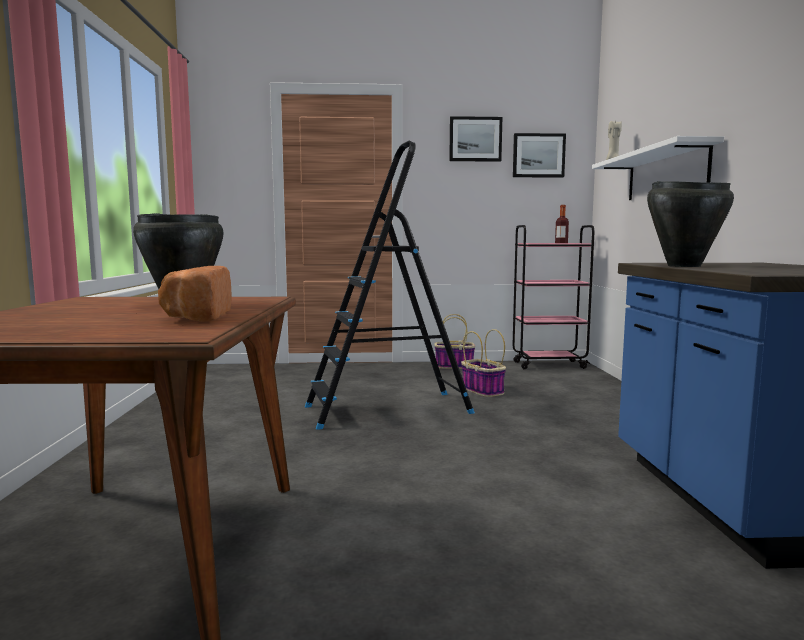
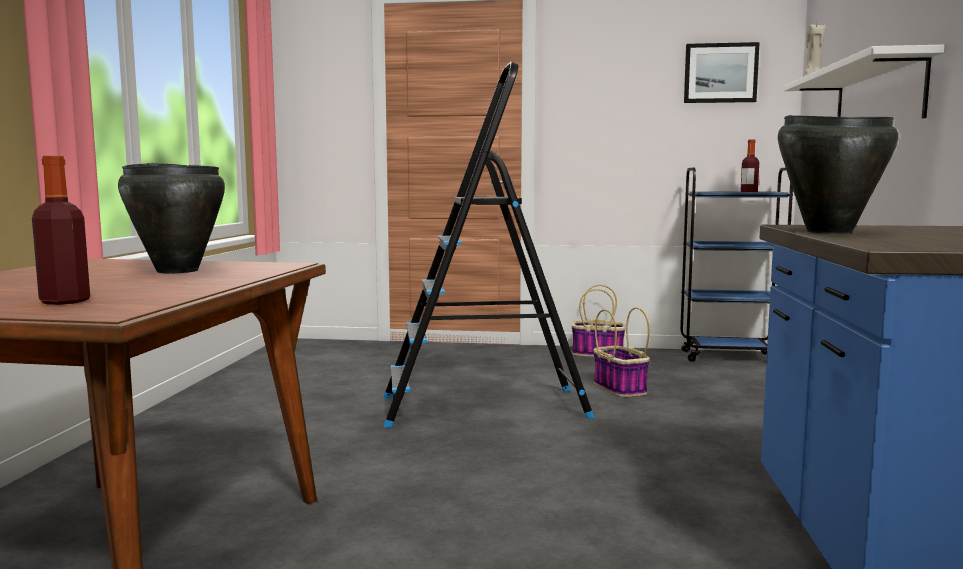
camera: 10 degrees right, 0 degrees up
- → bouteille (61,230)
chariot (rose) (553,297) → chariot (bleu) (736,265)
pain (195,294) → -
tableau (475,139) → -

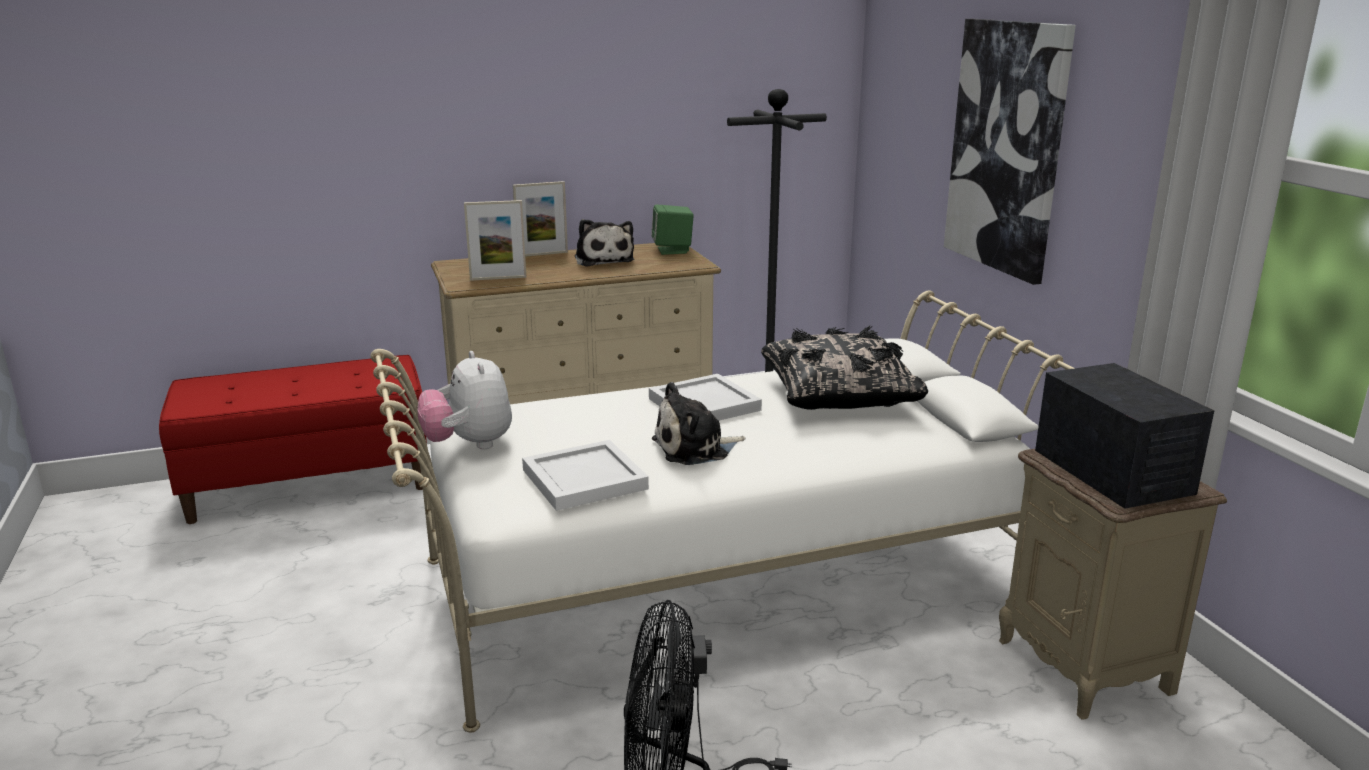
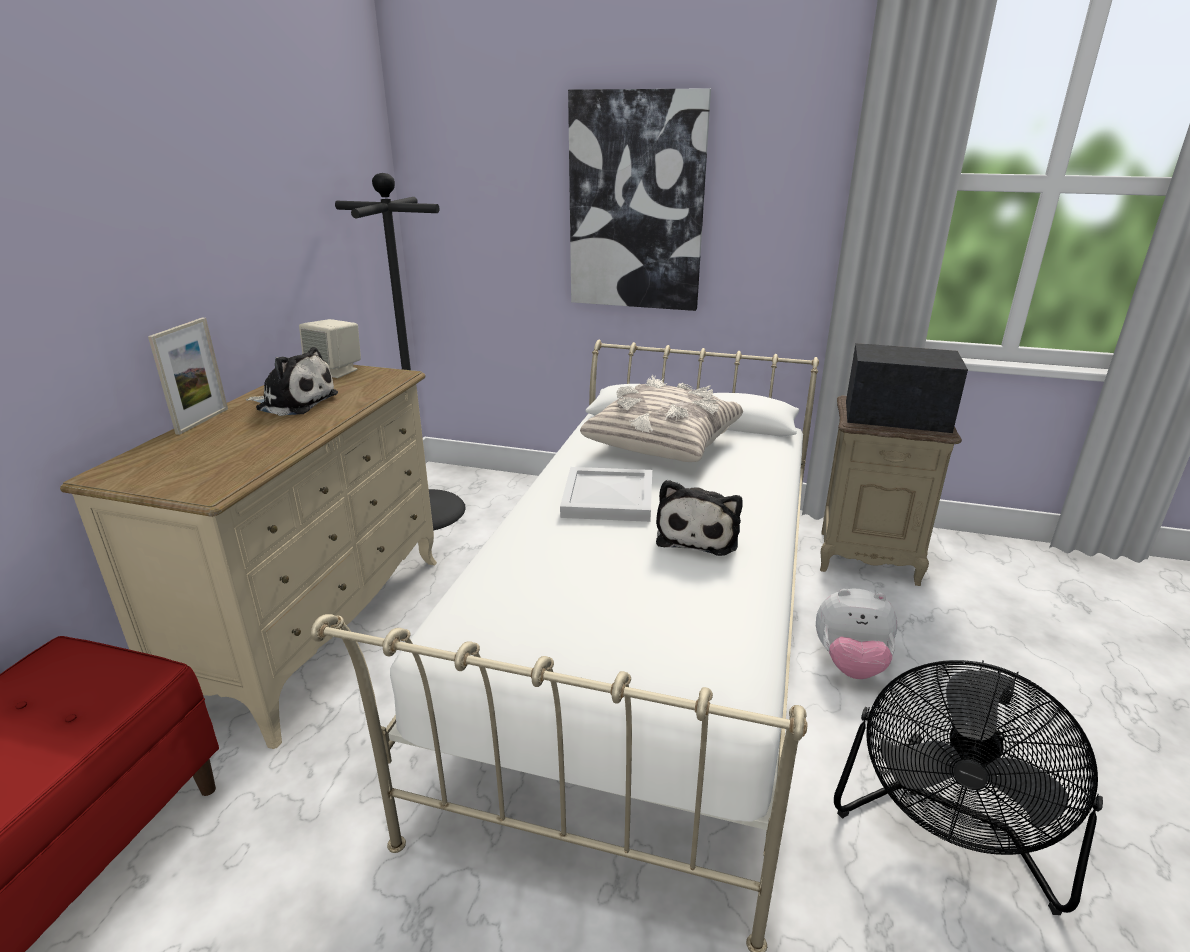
camera: 55 degrees left, 5 degrees up
enceinte (vert) (672,229) → enceinte (beige) (330,348)
coussin (noir) (844,367) → coussin (beige) (661,418)
peluche (465,400) → peluche (856,634), shifted
cadre photo (495,240) → -
plateau (blanc) (585,475) → -

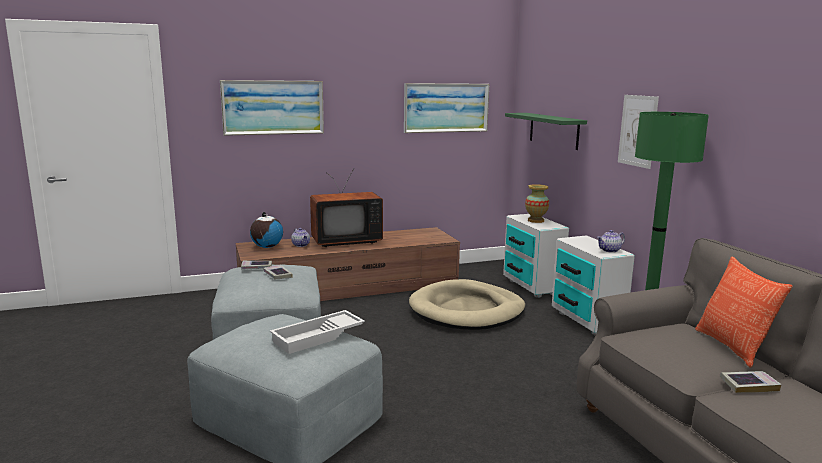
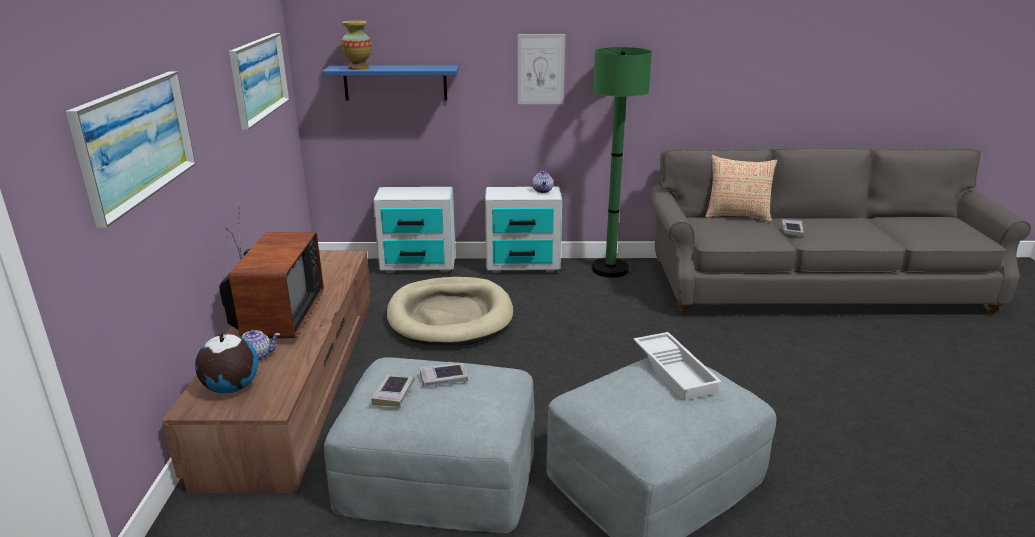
camera: 70 degrees left, 10 degrees up
étagère (vert) (546,131) → étagère (bleu) (390,83)
vase (537,203) → vase (356,45), shifted
coussin (orange) (743,312) → coussin (beige) (741,188)

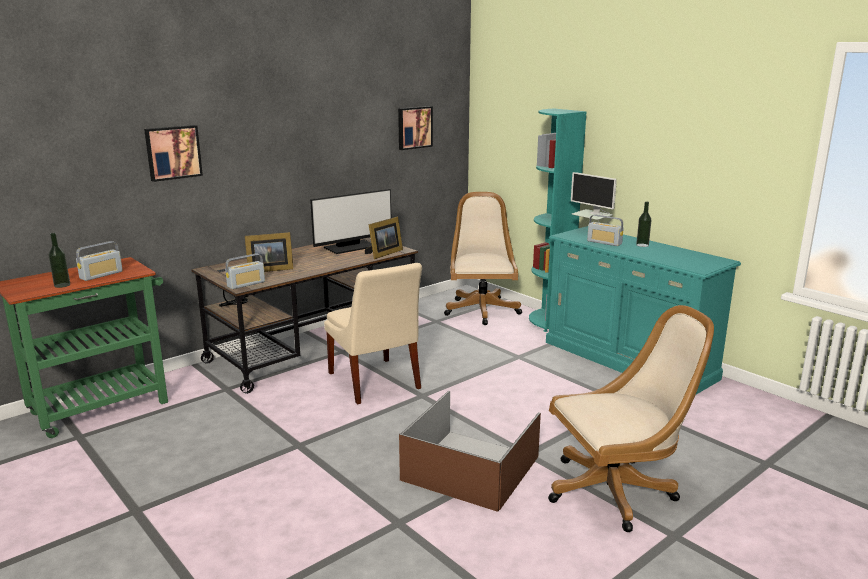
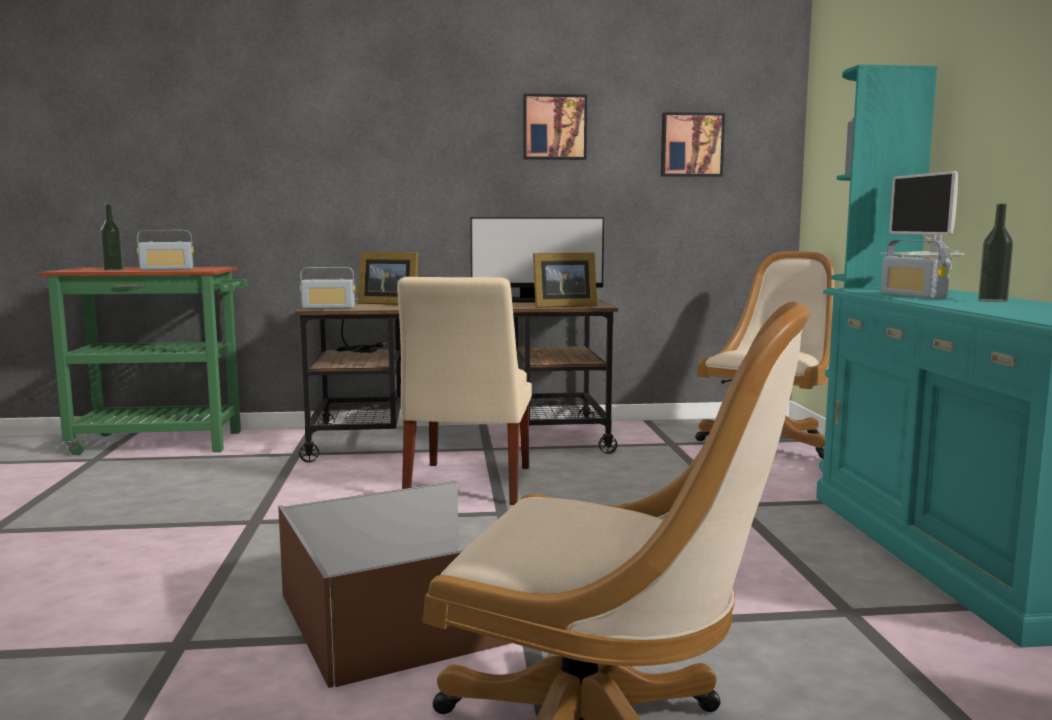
camera: 35 degrees right, 10 degrees down
tableau (173,153) → tableau (555,127), shifted

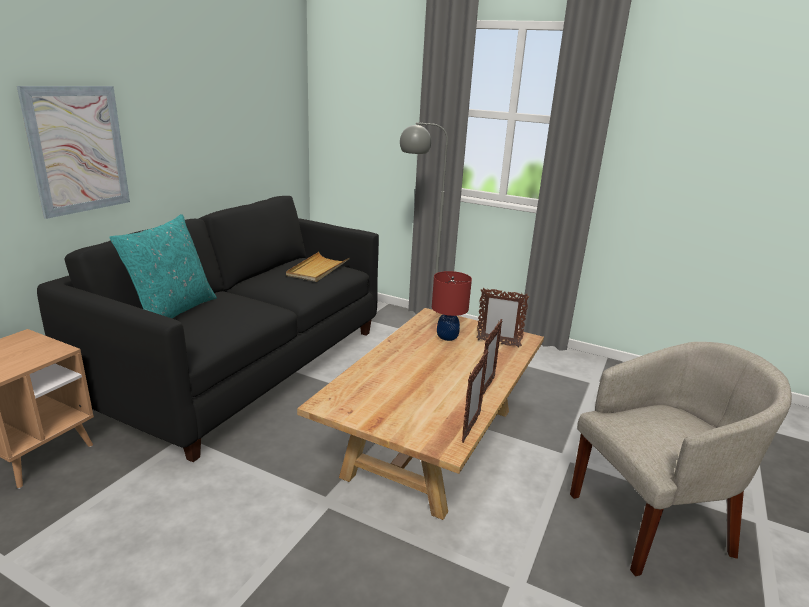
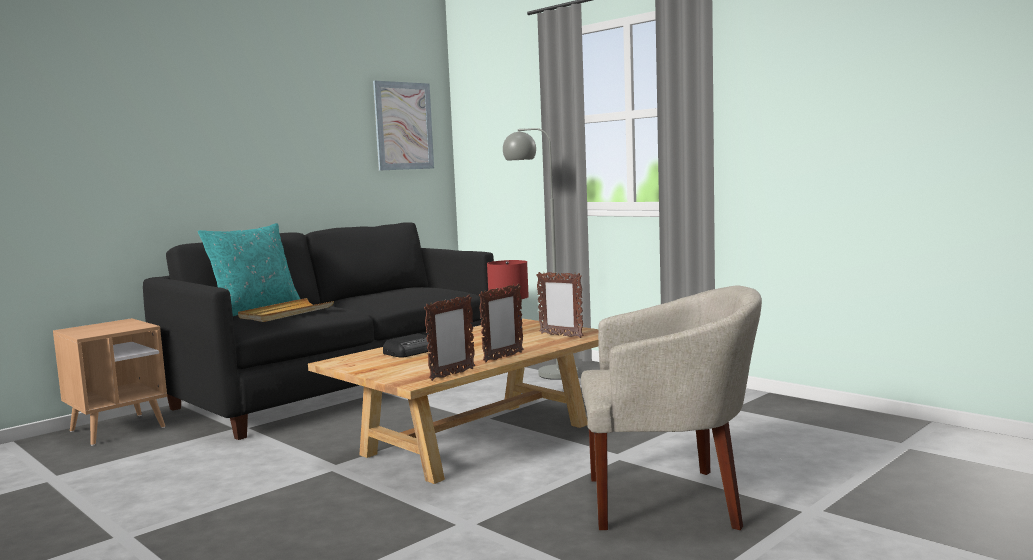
camera: 20 degrees right, 15 degrees down
plateau (beige) (318,267) → plateau (beige) (286,310), shifted
tableau (73,152) → tableau (403,126), shifted
- → radio (407,345)

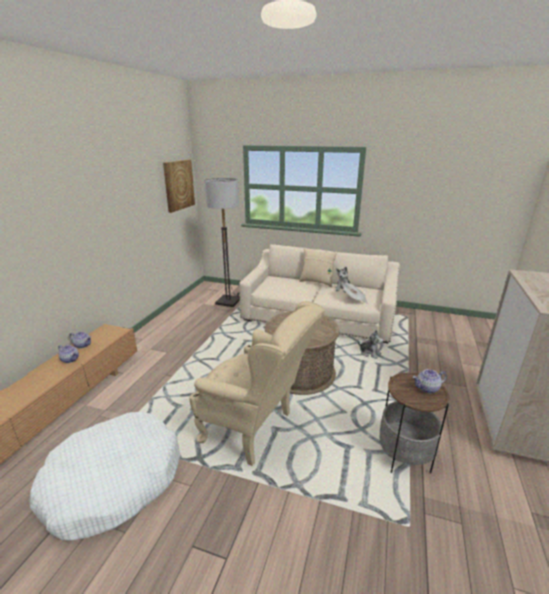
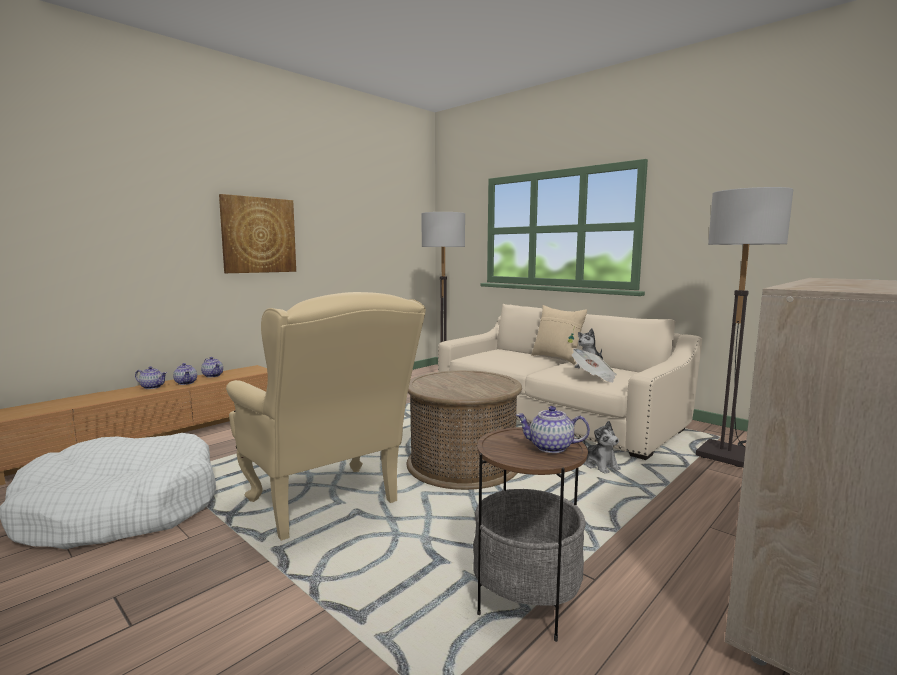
camera: 25 degrees right, 15 degrees down
- → théière (151,377)
tableau (179,186) → tableau (257,233), shifted
- → lampadaire (744,327)

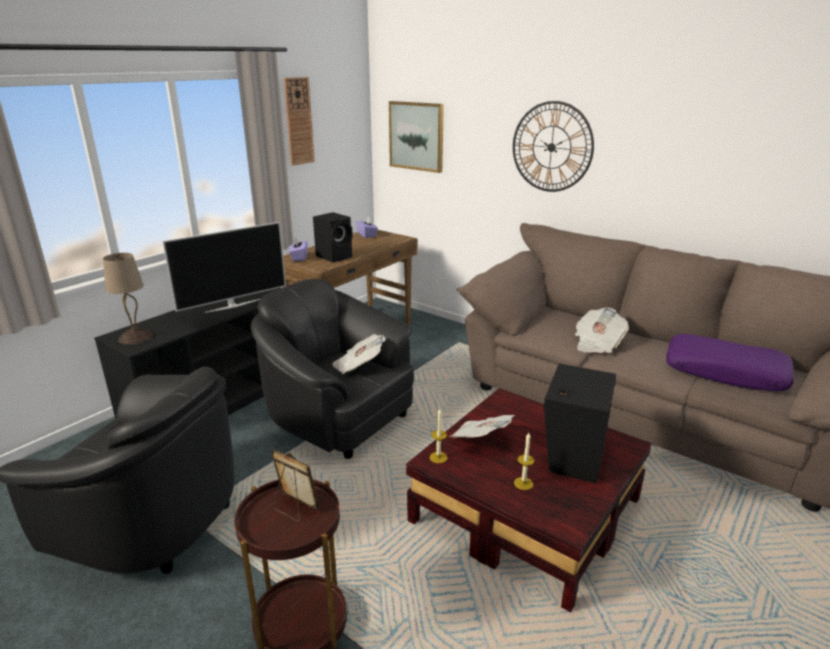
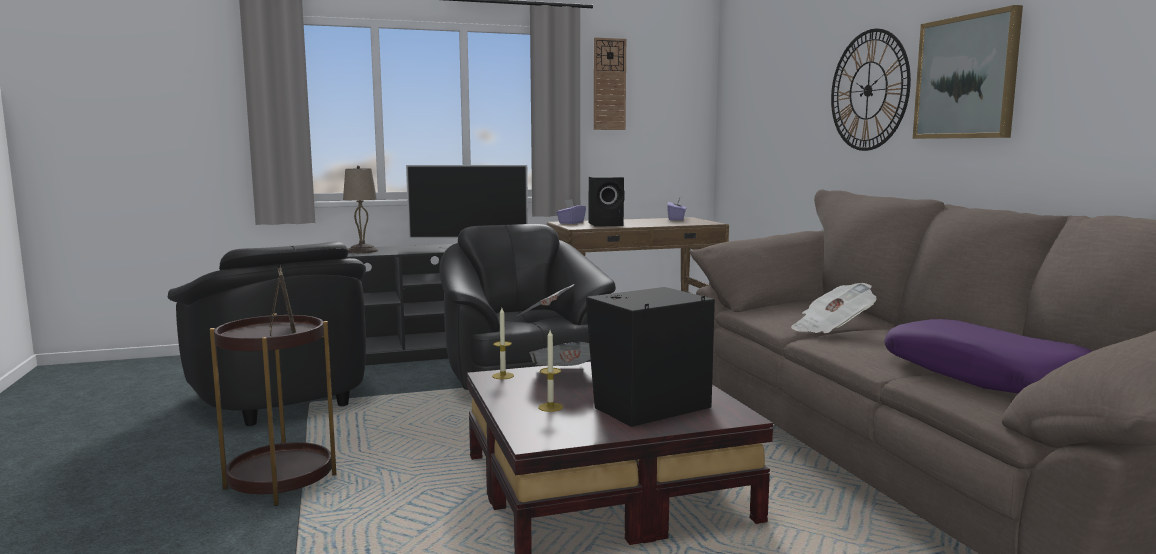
camera: 35 degrees right, 15 degrees down
tableau (416,137) → tableau (968,72), shifted

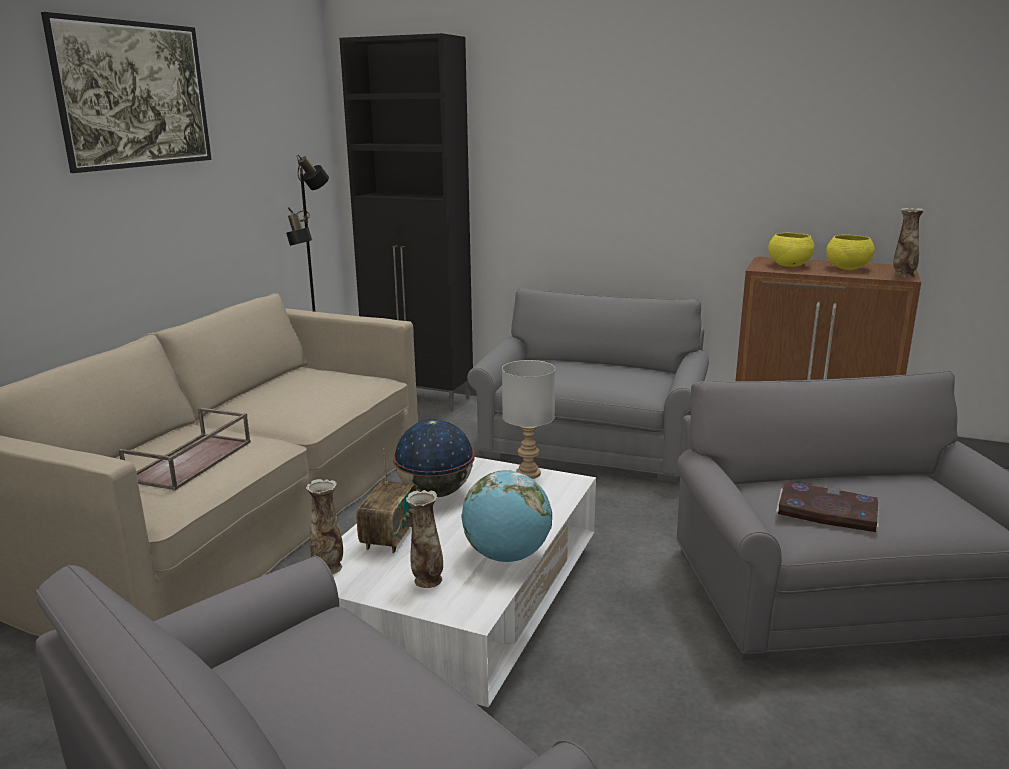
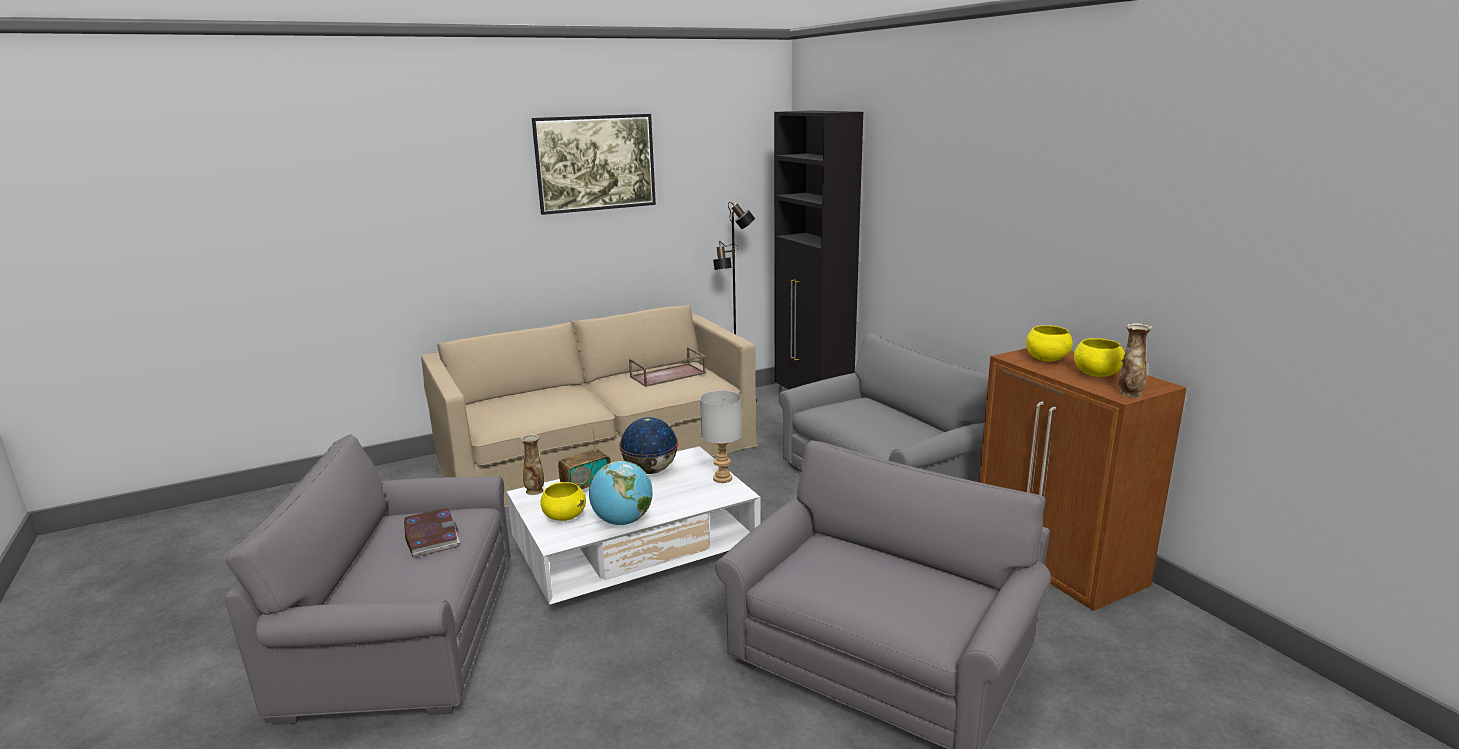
camera: 40 degrees right, 0 degrees up
livre (827,506) → livre (432,533), shifted
vase (424,539) → bol (jaune) (563,501)
plateau (marron) (185,449) → plateau (marron) (667,367), shifted

